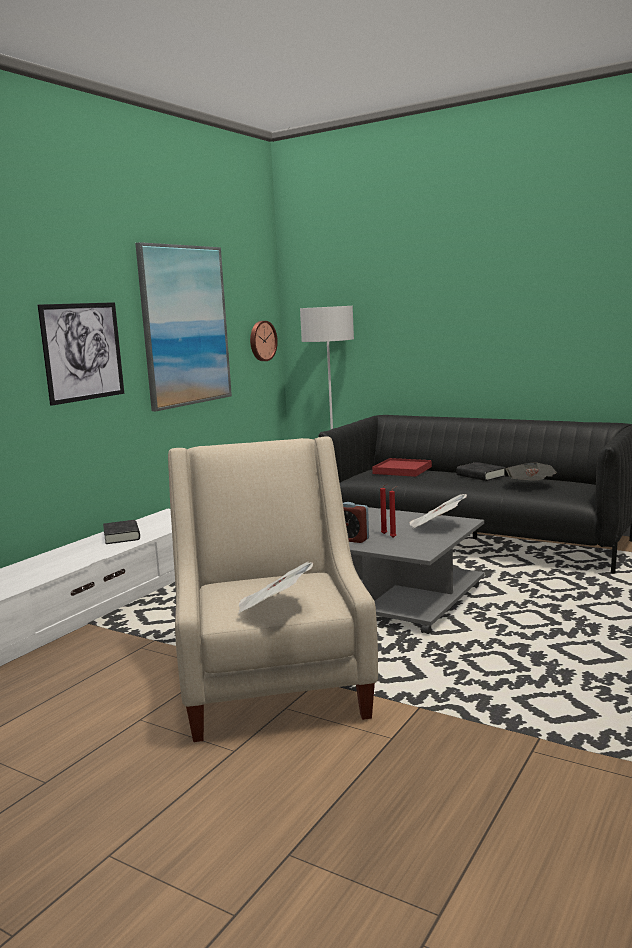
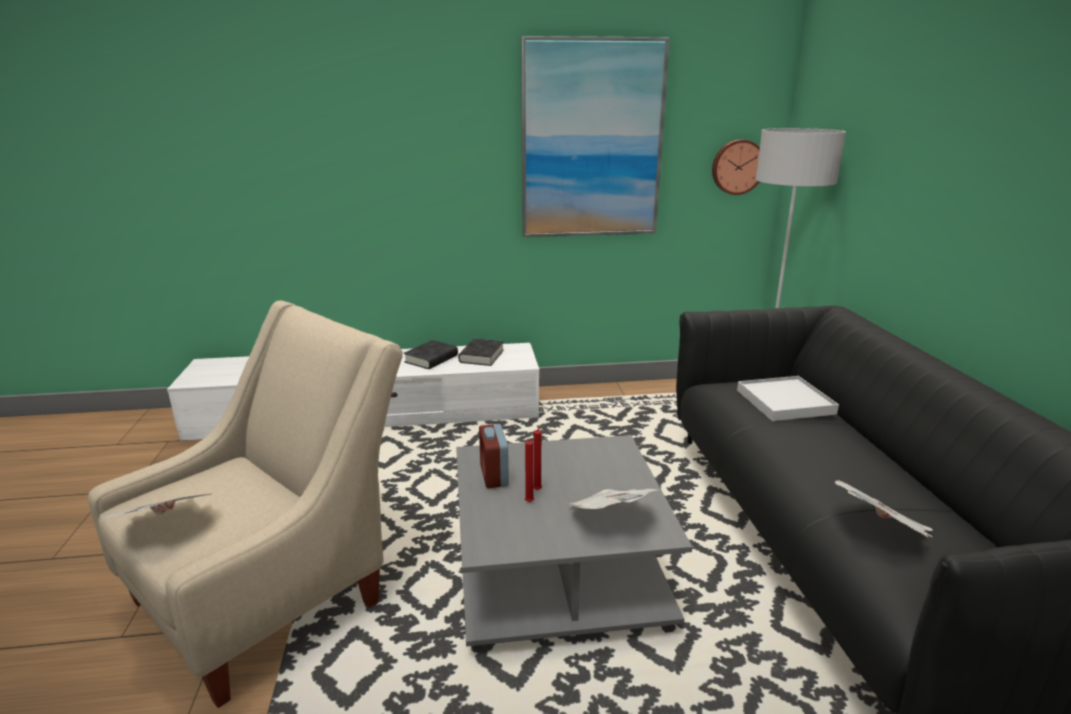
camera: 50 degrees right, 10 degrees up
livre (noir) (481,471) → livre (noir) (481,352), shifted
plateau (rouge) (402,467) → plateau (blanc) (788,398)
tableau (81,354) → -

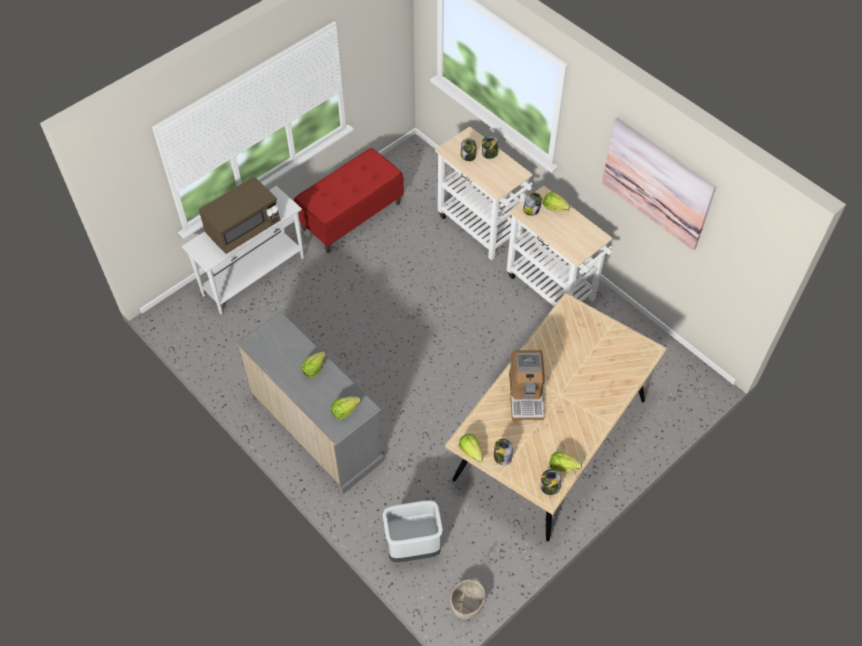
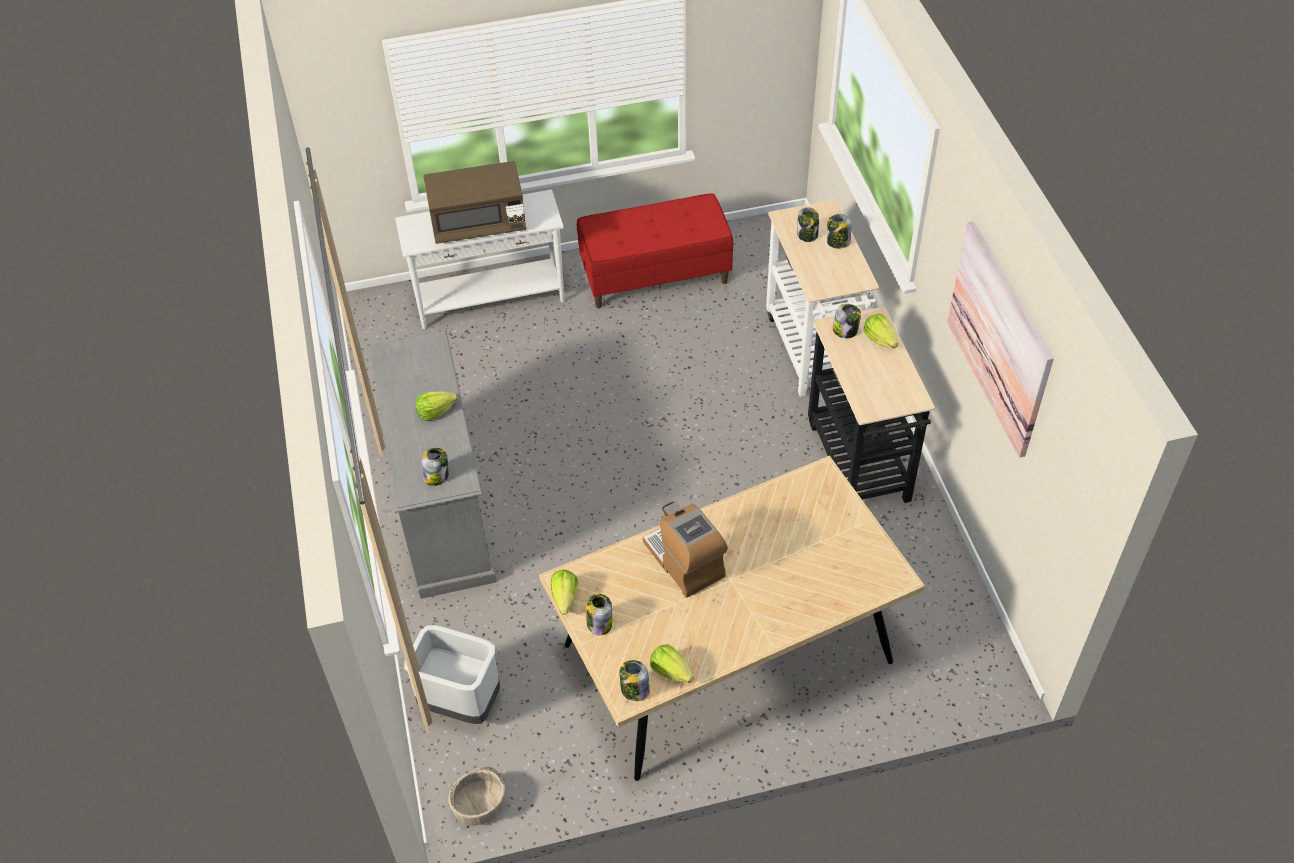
camera: 30 degrees right, 5 degrees down
laitue (346,408) → bocal (434,467)
machine à café (527,385) → machine à café (685,550), 120 degrees clockwise
chariot (blanc) (559,246) → chariot (noir) (871,405)

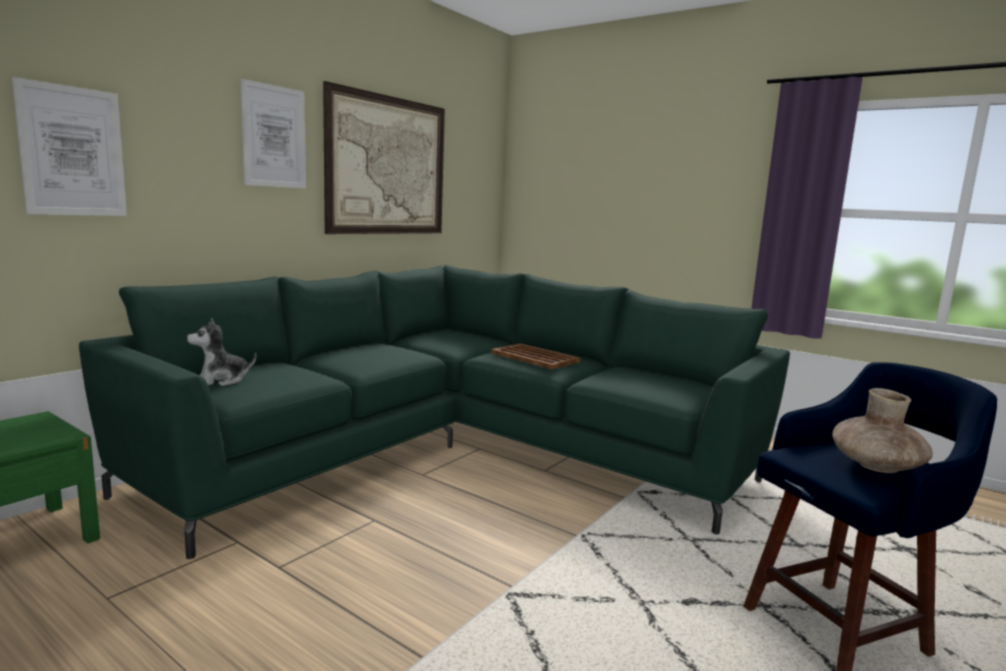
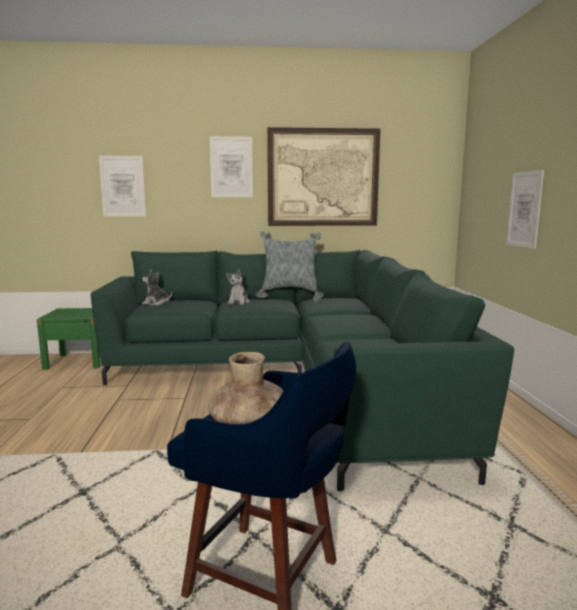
camera: 50 degrees right, 0 degrees up
- → peluche (238,287)
- → coussin (289,266)
- → tableau (525,209)
plateau (marron) (535,356) → -

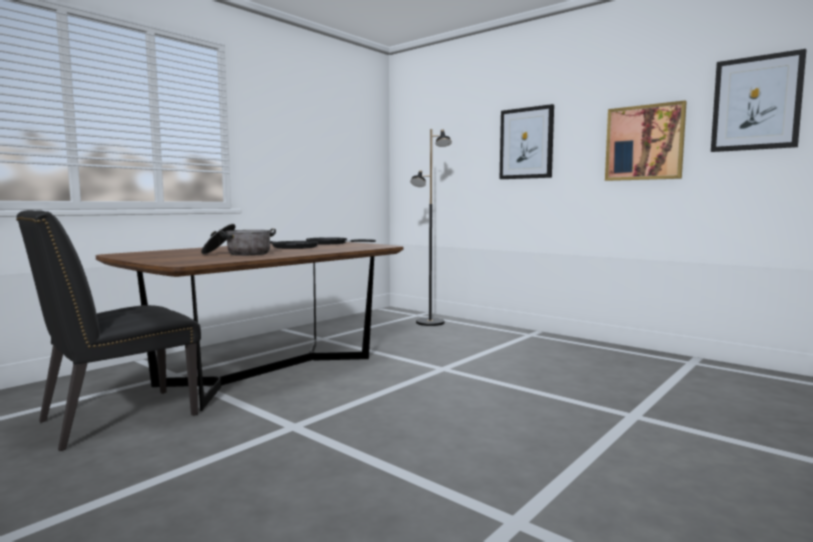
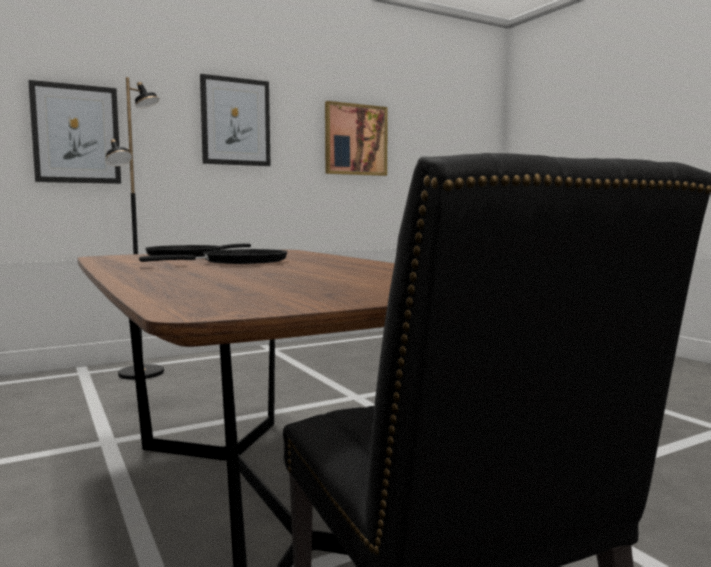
camera: 70 degrees left, 0 degrees up
tableau (758,100) → tableau (74,132), shifted
marmite (238,240) → -

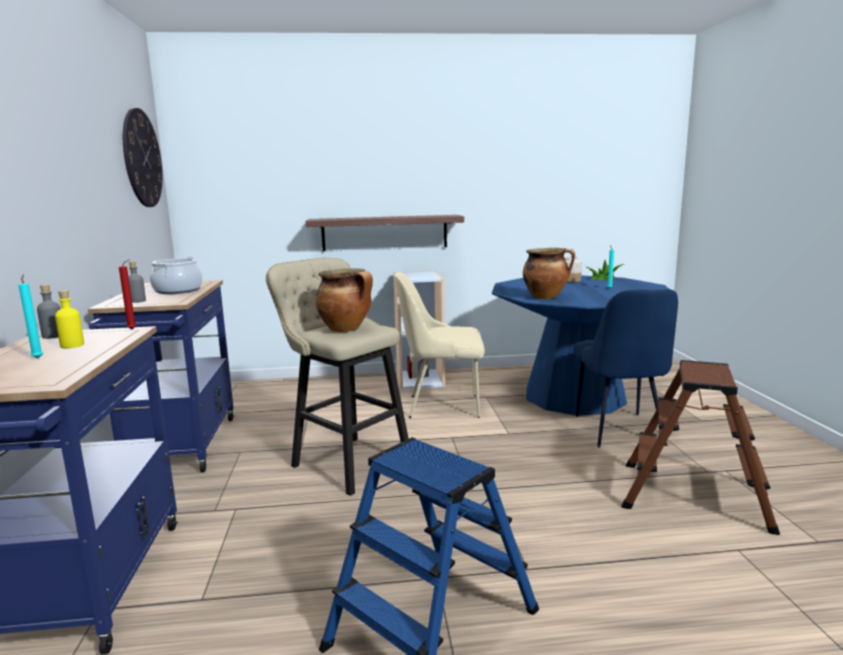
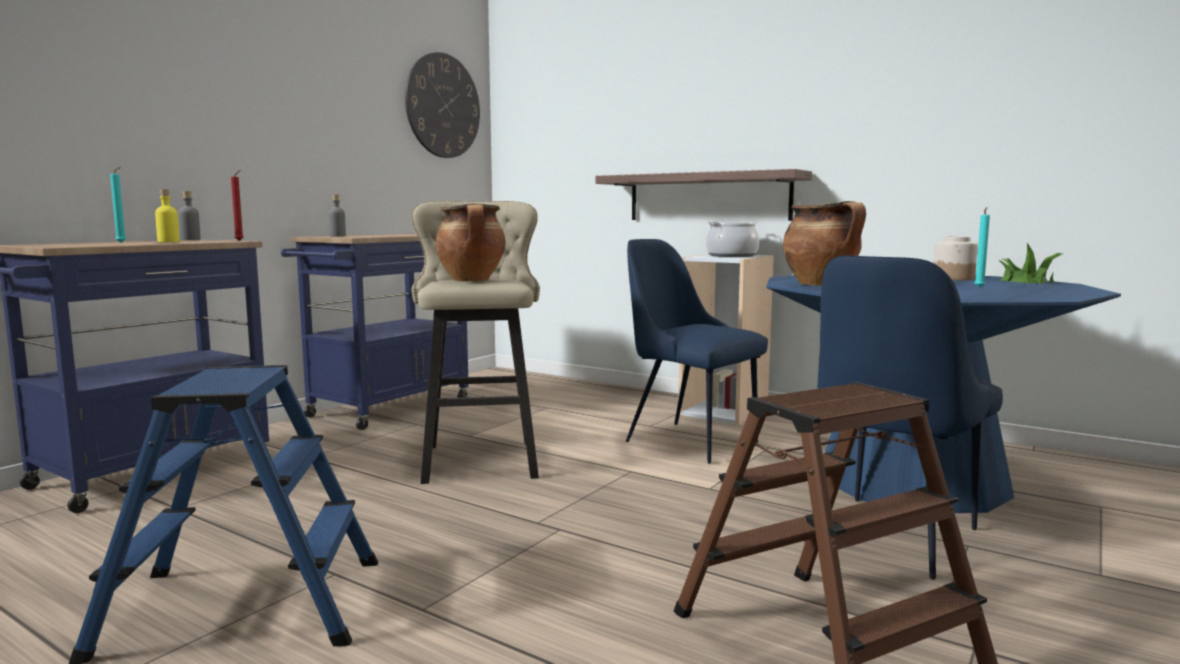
camera: 40 degrees right, 5 degrees down
chaise (beige) (439,345) → chaise (bleu) (697,351)
marmite (176,275) → marmite (732,239), shifted

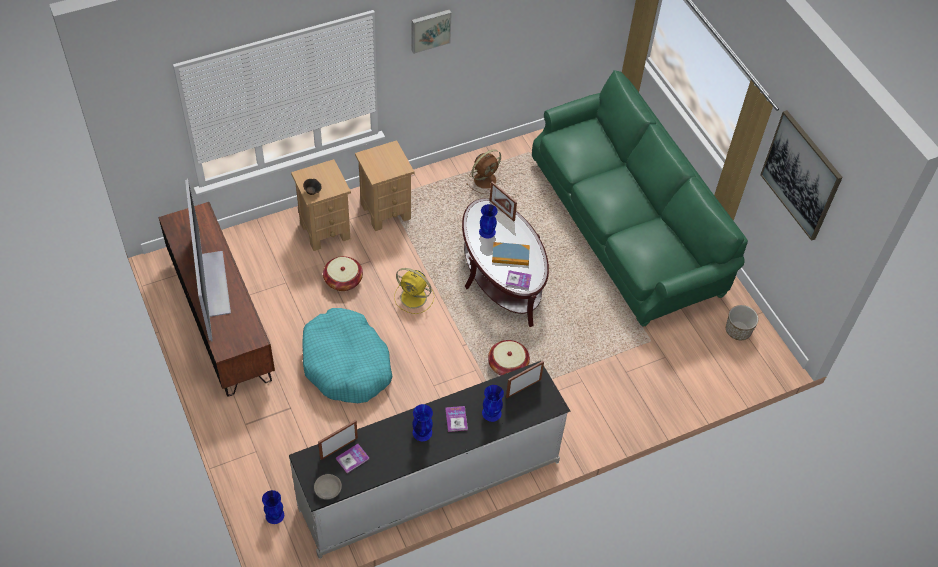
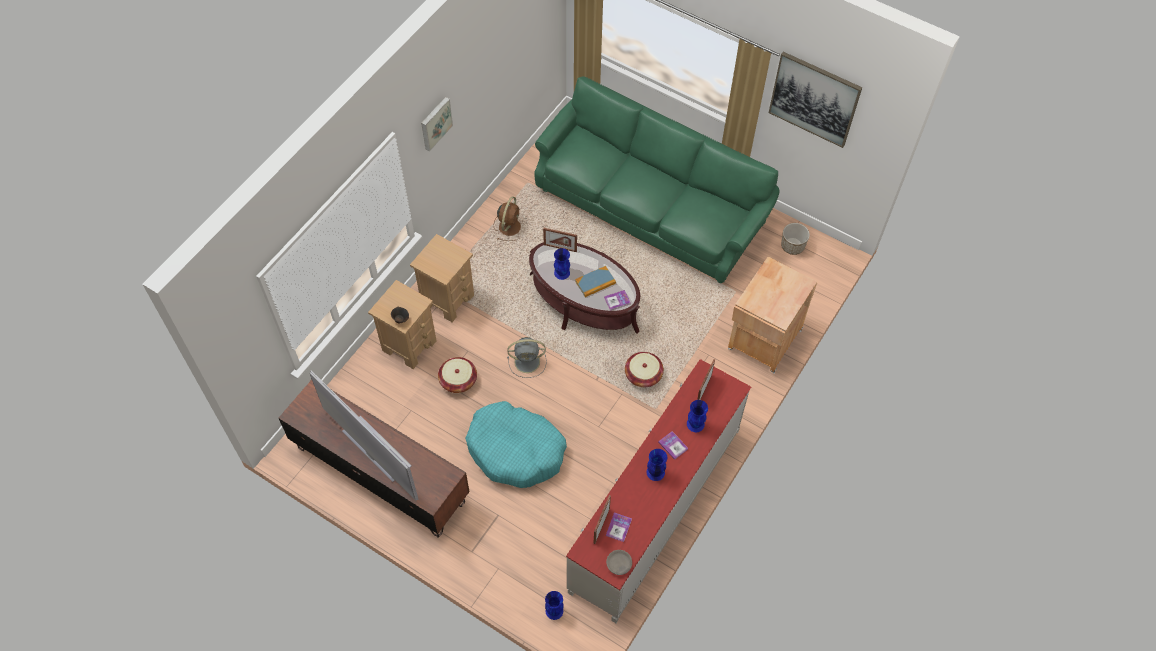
camera: 30 degrees left, 5 degrees up
ventilateur (jaune) (414,291) → ventilateur (gris) (527,357)
meuble de rangement (noir) (430,460) → meuble de rangement (rouge) (658,491)
- → chariot (marron) (773,315)

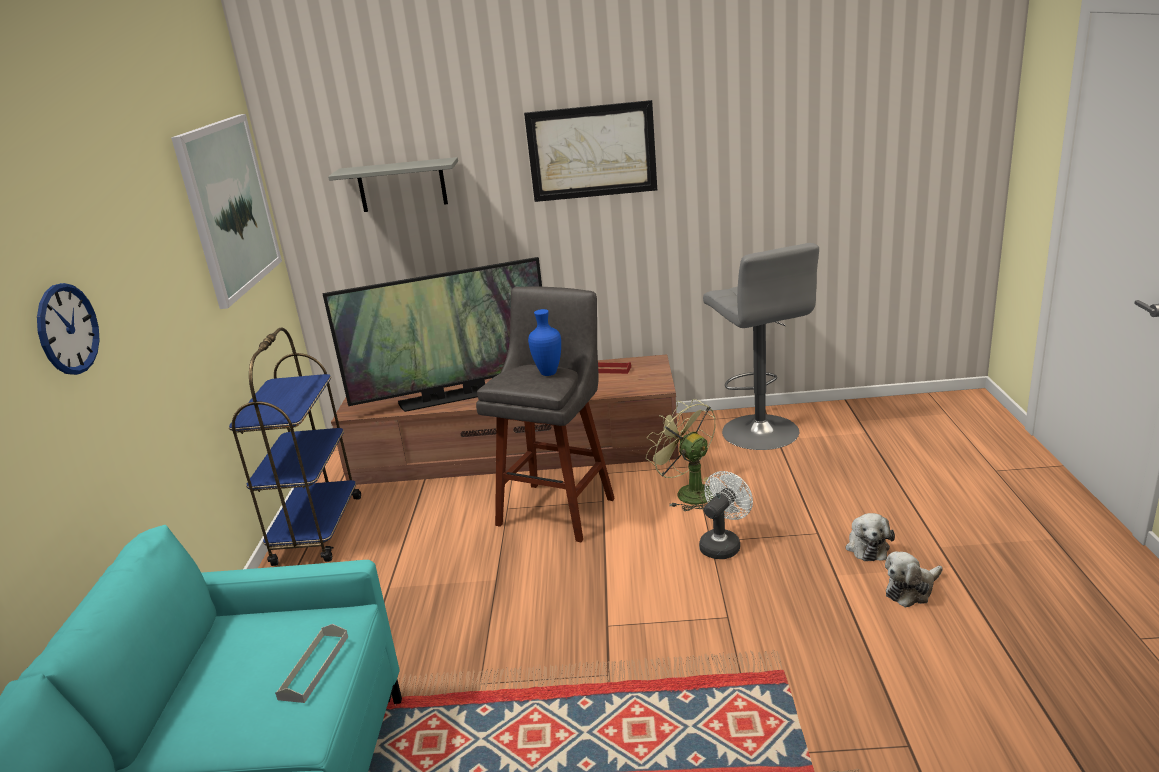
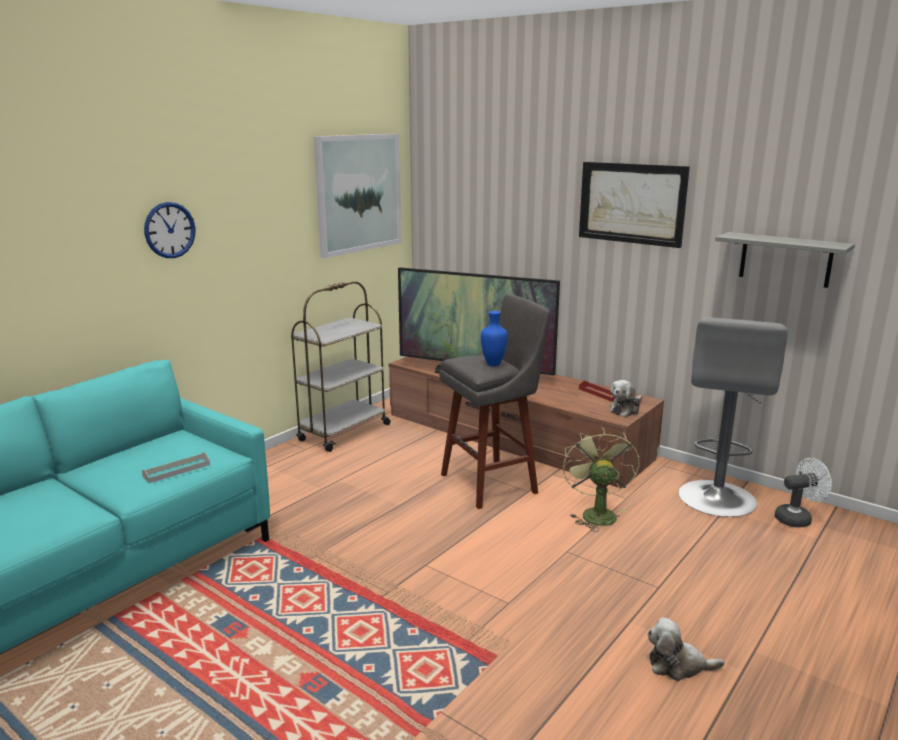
camera: 35 degrees right, 5 degrees down
chariot (bleu) (295,446) → chariot (gris) (341,366)
peluche (870,537) → peluche (626,398), shifted
étagère (gris) (393,184) → étagère (gris) (785,260), shifted
ventilateur (blanc) (726,515) → ventilateur (blanc) (803,493), shifted

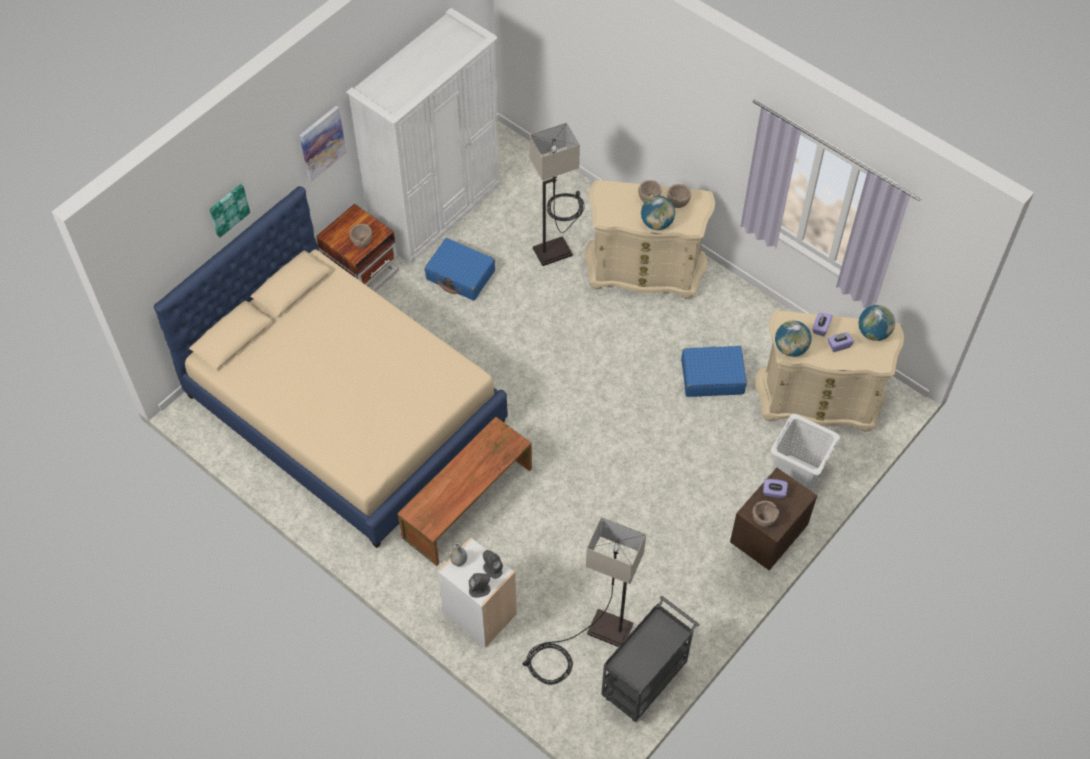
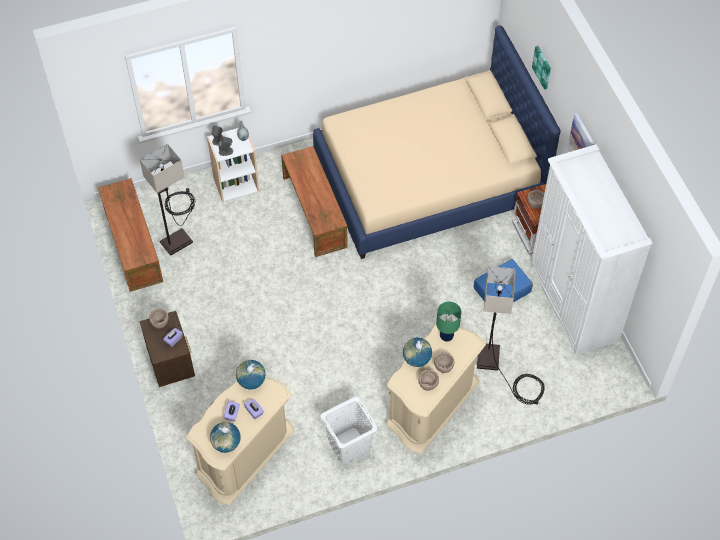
camera: 120 degrees right, 0 degrees up
chariot (gris) (650,659) → banc (marron) (130,235)
panier à linge (blanc) (805,452) → panier à linge (blanc) (349,430), shifted
- → lampe de table (vert) (448,322)
valise (bleu) (714,371) → -

